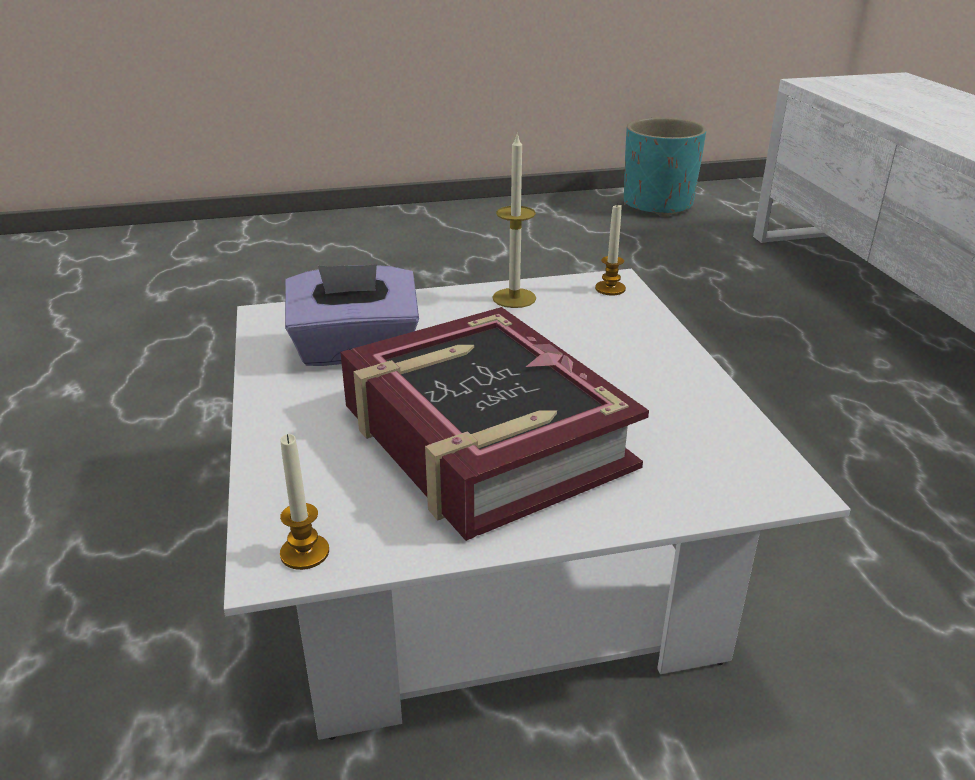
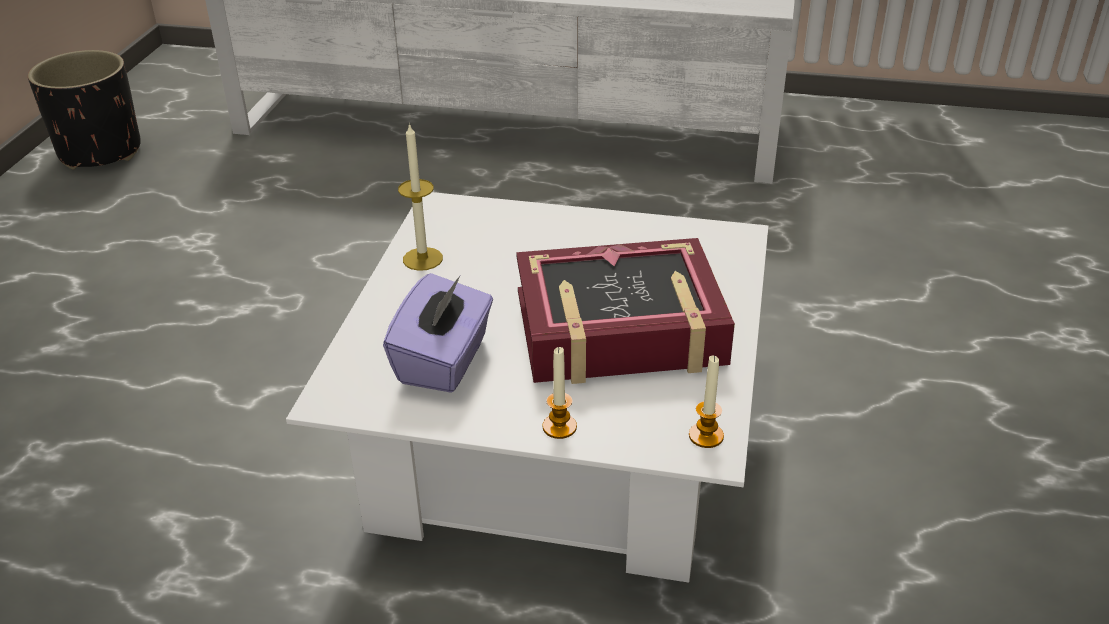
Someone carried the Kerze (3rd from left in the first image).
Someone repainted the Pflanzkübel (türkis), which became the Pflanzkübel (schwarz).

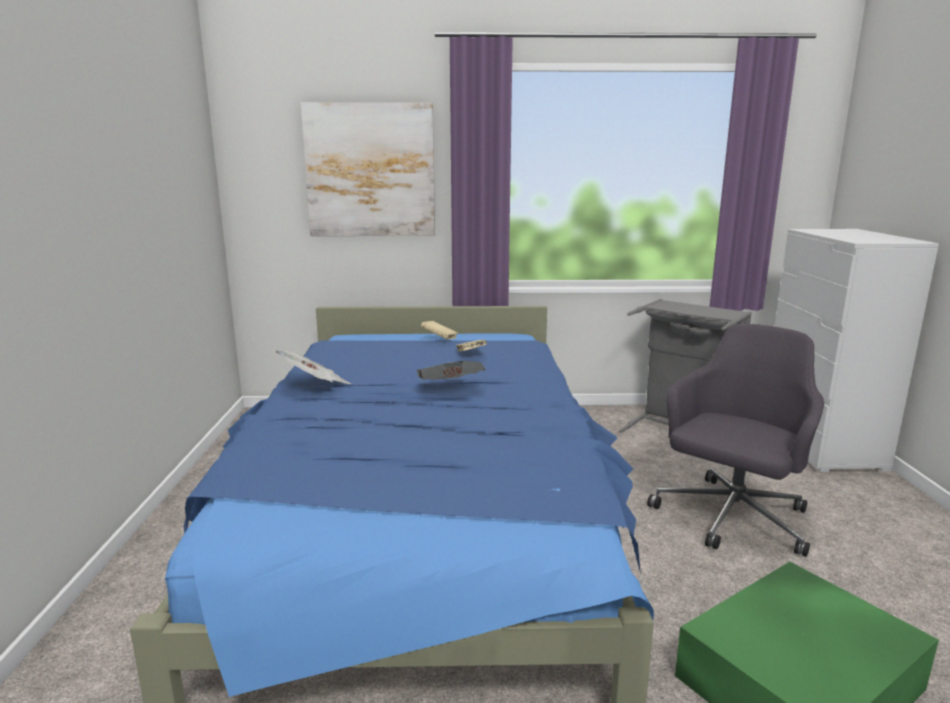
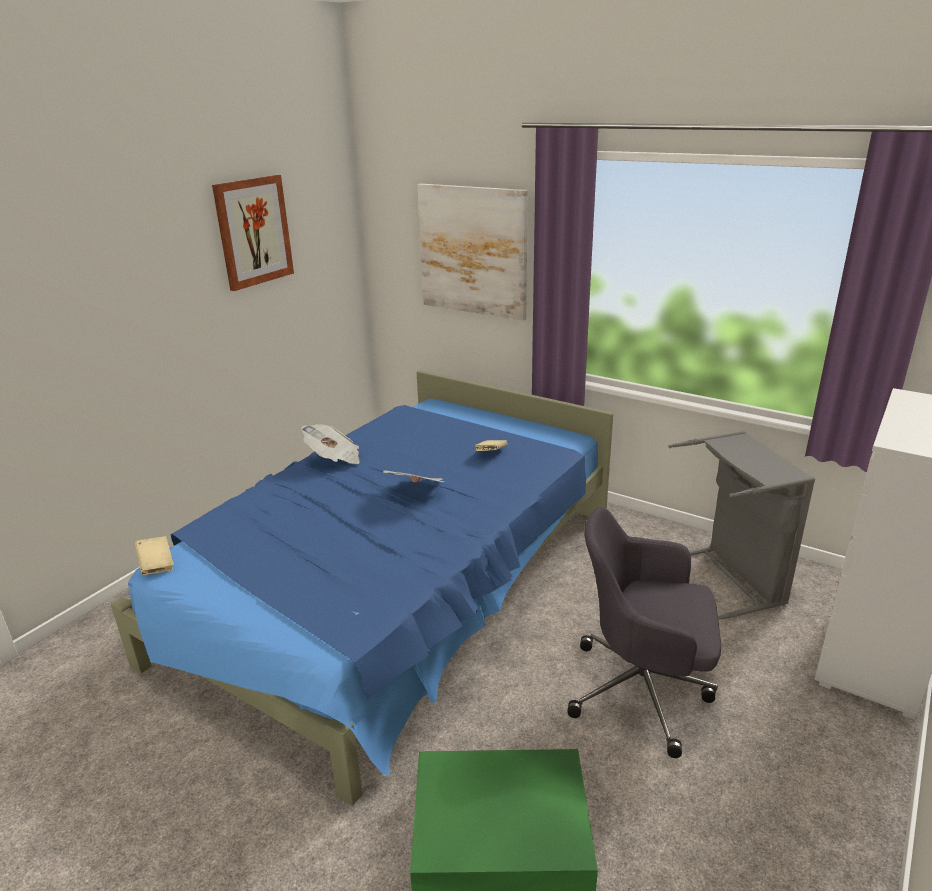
Someone carried the Buch (beige) (1st from left).
Someone rotated the Bürostuhl (grau) by 150 degrees counterclockwise.
Someone put up the Bild (1st from left).

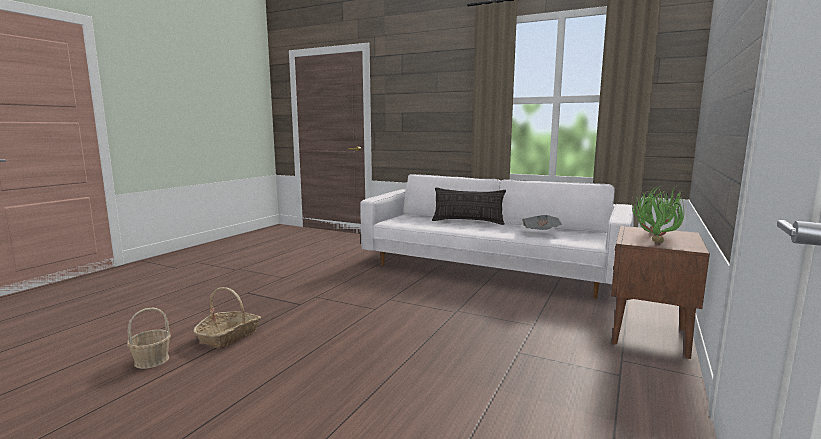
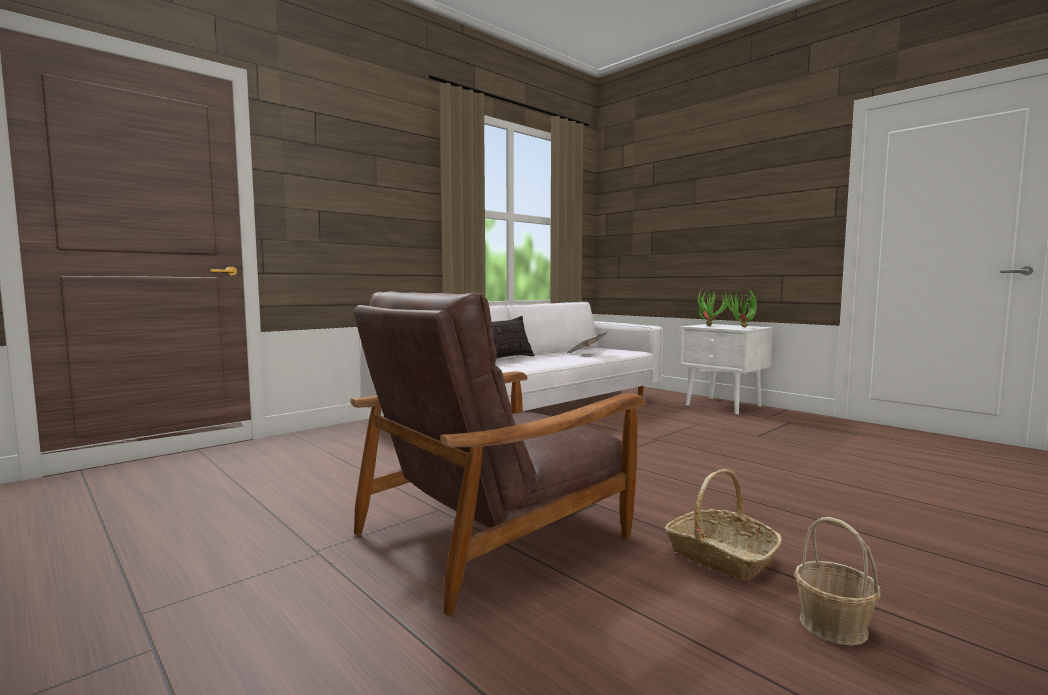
Someone repainted the Nachttisch (braun), which became the Nachttisch (weiß).
Someone put down the Sessel (braun).

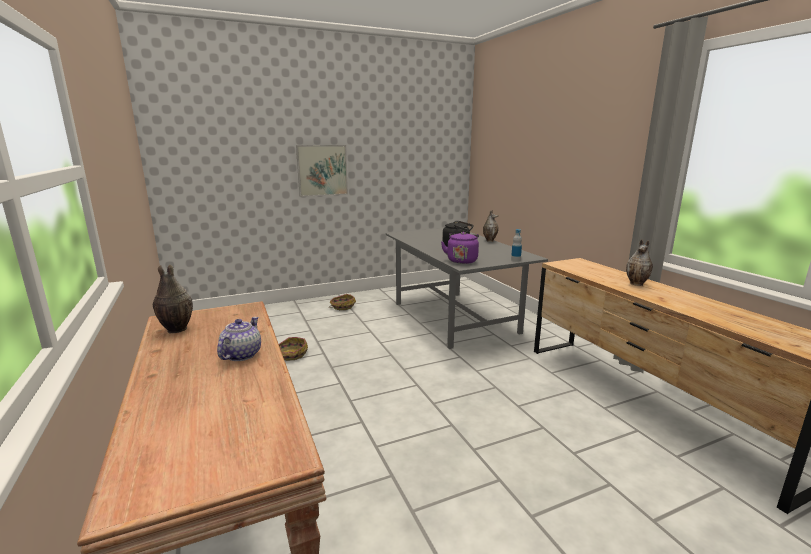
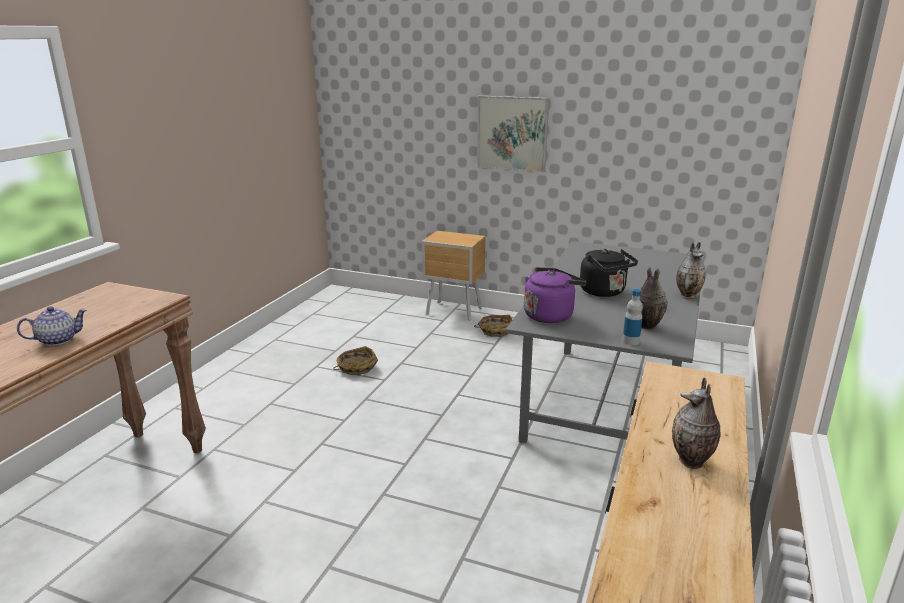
Someone carried the Vase (1st from left).
Someone put down the Nachttisch (braun).

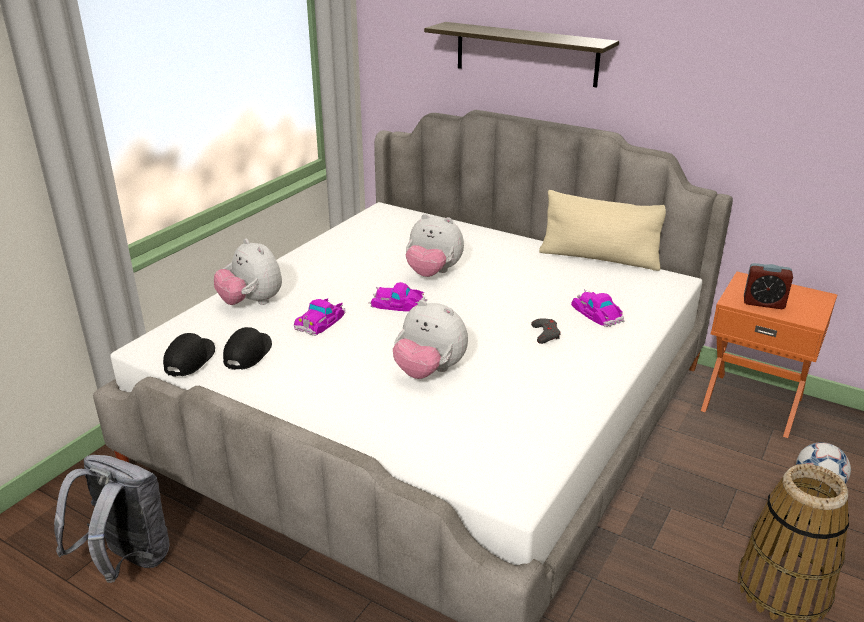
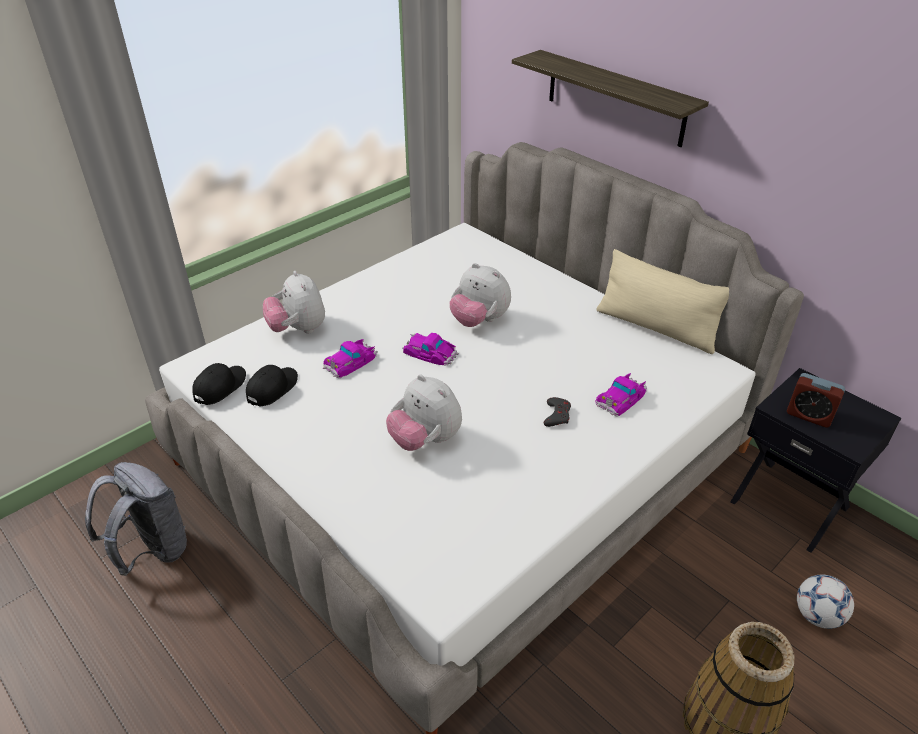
Someone rotated the Spielzeugauto (3rd from left) by 120 degrees counterclockwise.
Someone repainted the Nachttisch (orange), which became the Nachttisch (schwarz).

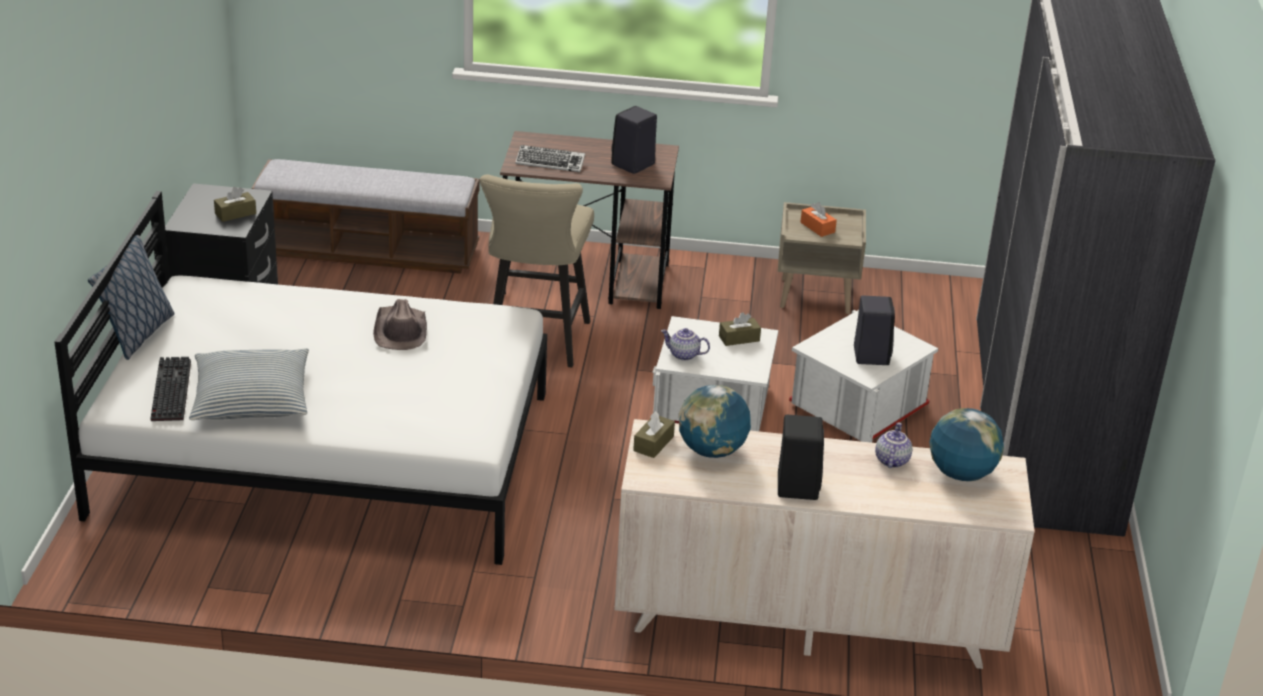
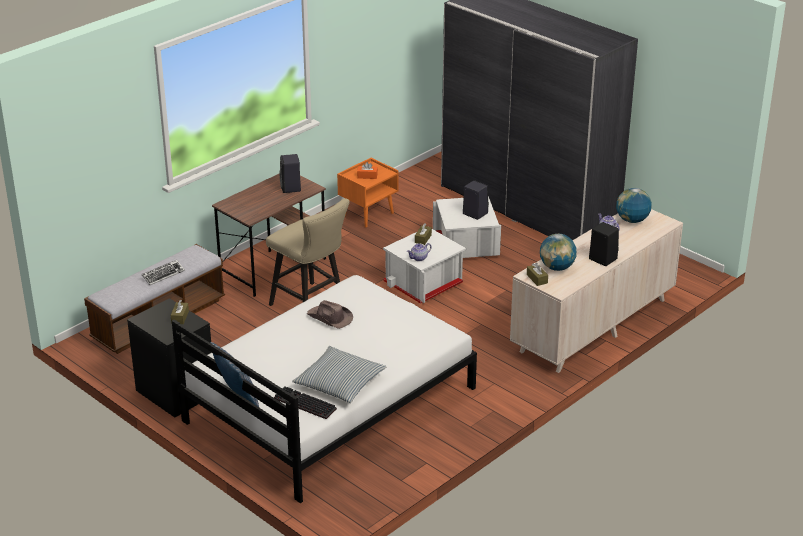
Someone carried the Tastatur (2nd from left in the first image).
Someone repainted the Nachttisch (beige), which became the Nachttisch (orange).

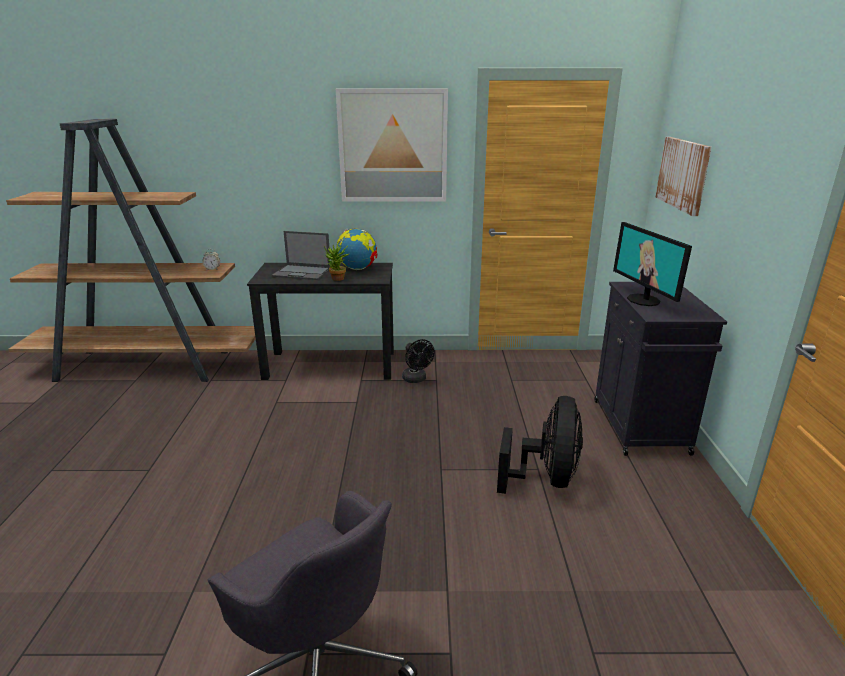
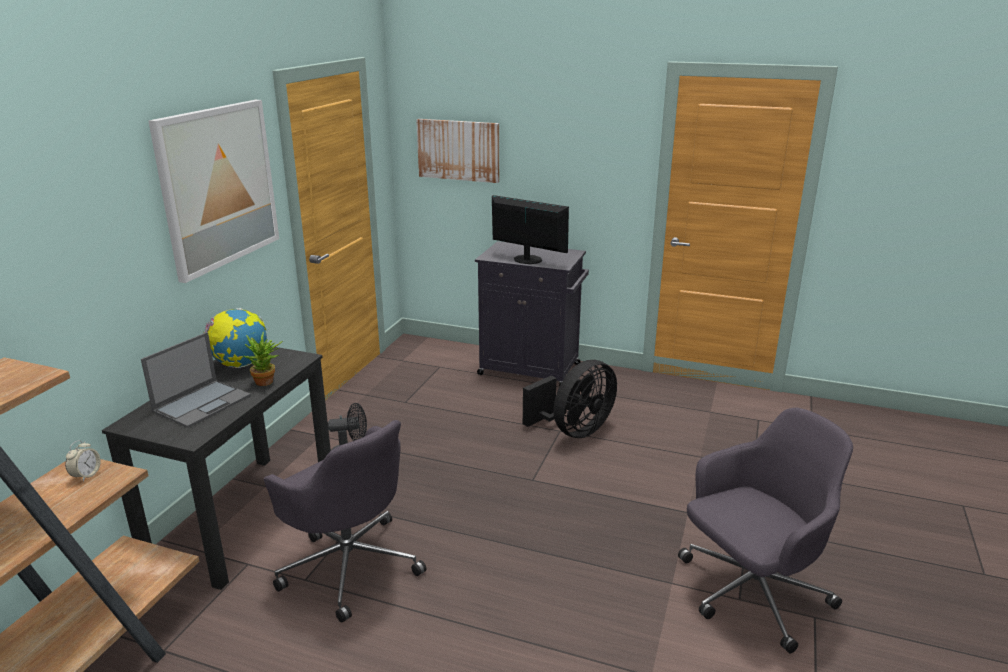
Someone rotated the Ventilator (schwarz) (2nd from left) by 105 degrees clockwise.
Someone rotated the Monitor by 150 degrees counterclockwise.
Someone put down the Bürostuhl (grau) (1st from left).

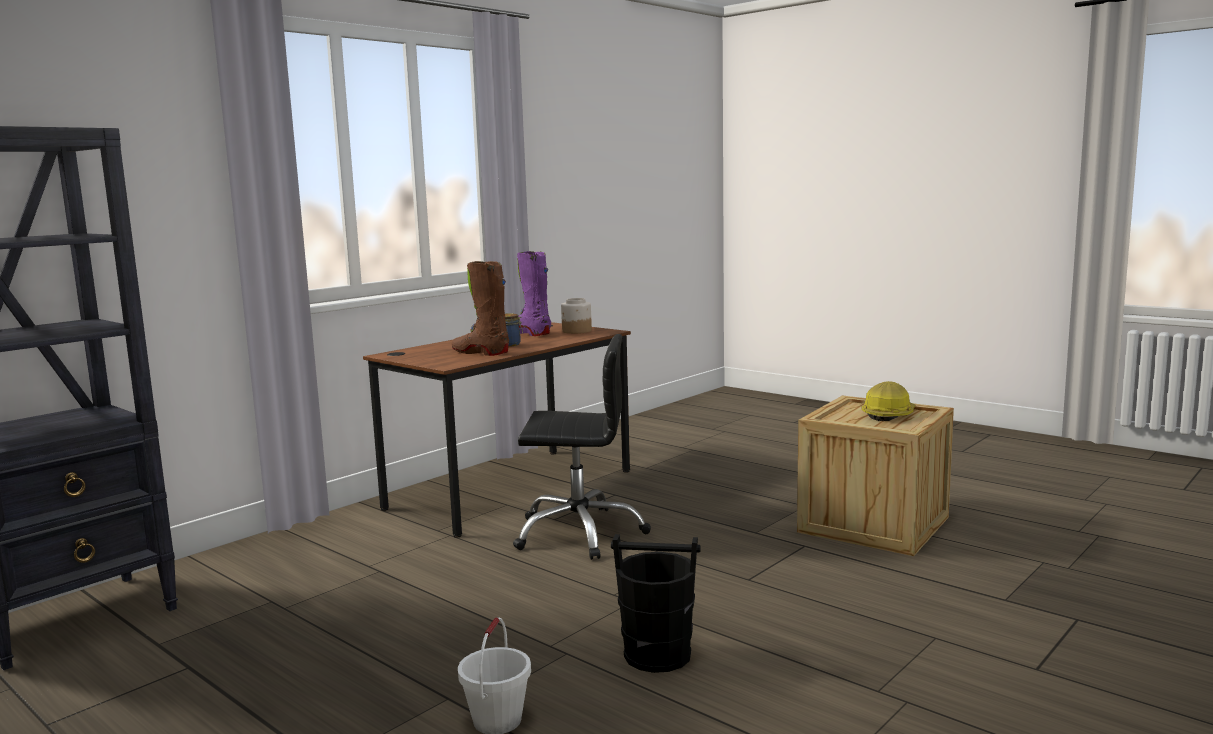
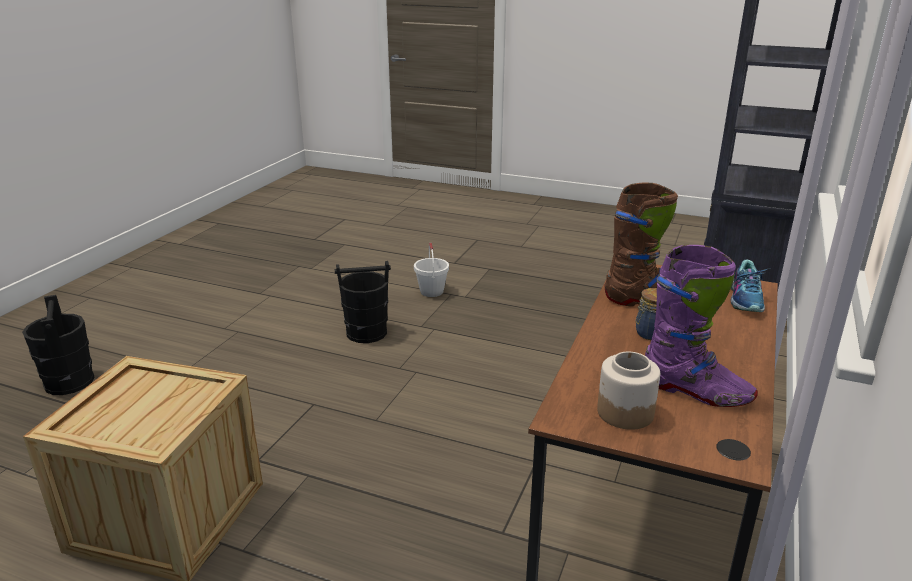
Someone took away the Bürostuhl (schwarz).
Someone took away the Schutzhelm.
Someone put down the Eimer (schwarz) (1st from left).
Someone put down the Schuh.

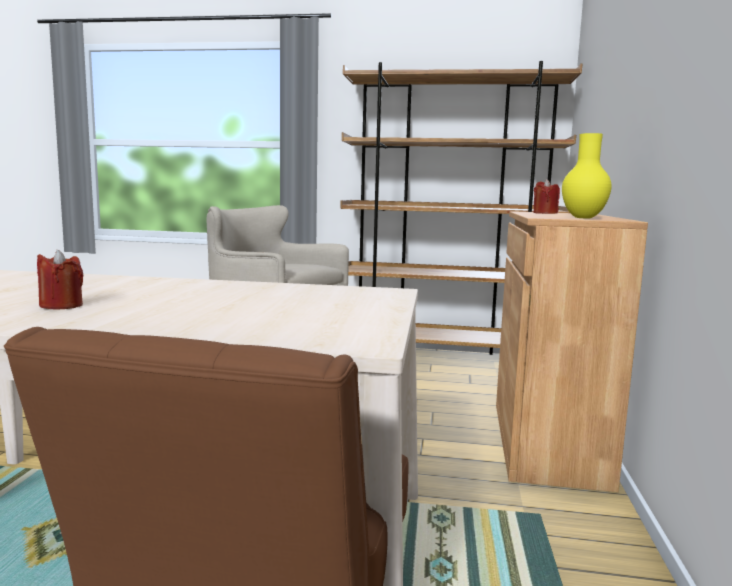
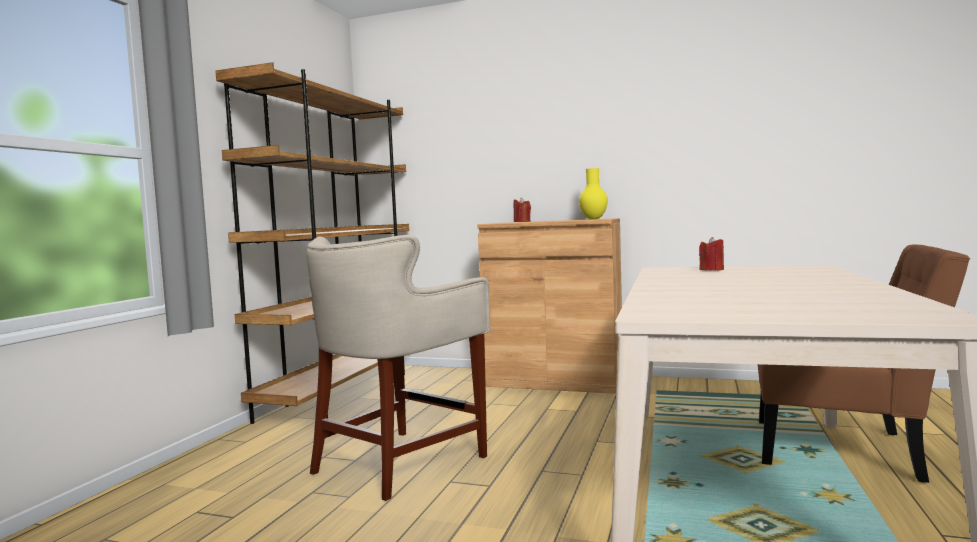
Someone carried the Kerze (rot) (1st from left in the first image).

